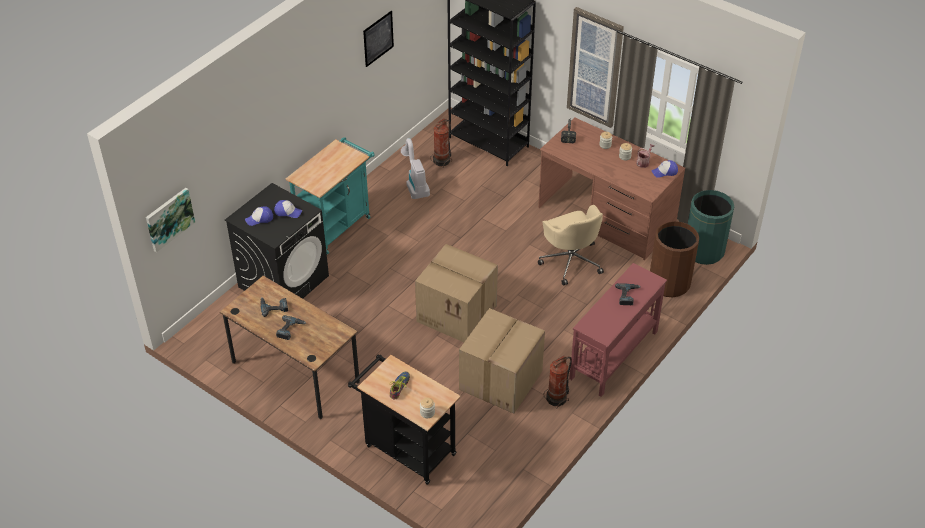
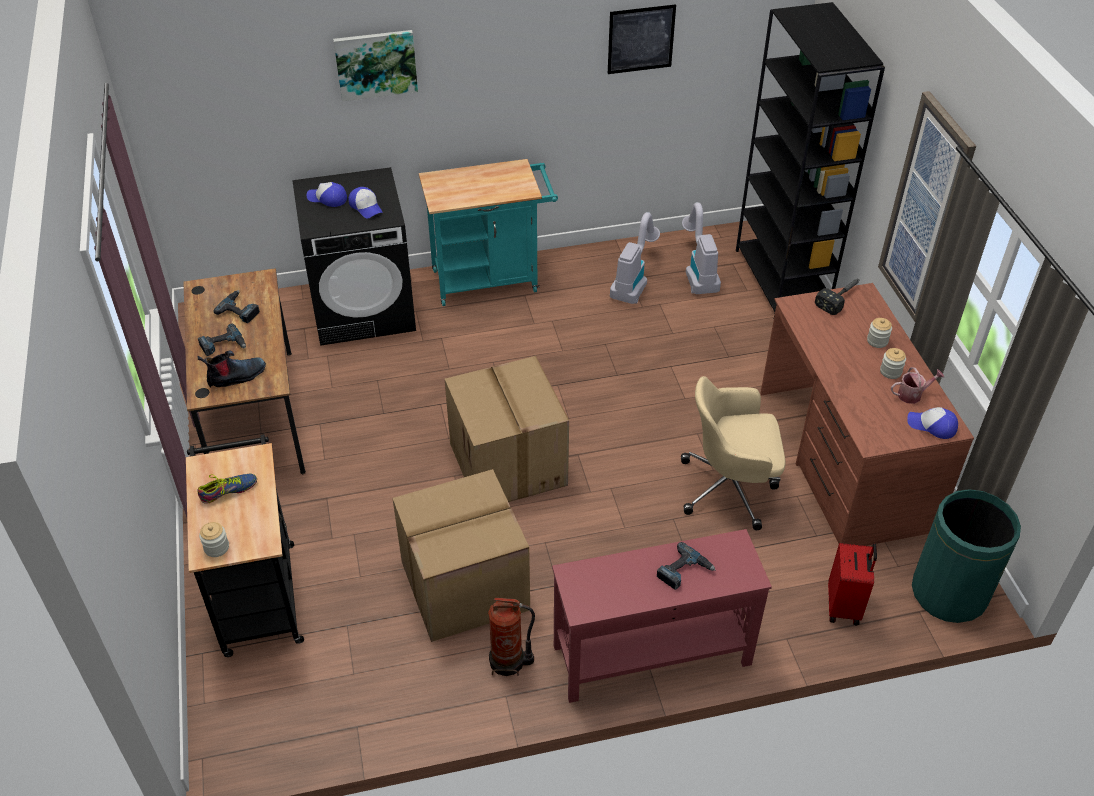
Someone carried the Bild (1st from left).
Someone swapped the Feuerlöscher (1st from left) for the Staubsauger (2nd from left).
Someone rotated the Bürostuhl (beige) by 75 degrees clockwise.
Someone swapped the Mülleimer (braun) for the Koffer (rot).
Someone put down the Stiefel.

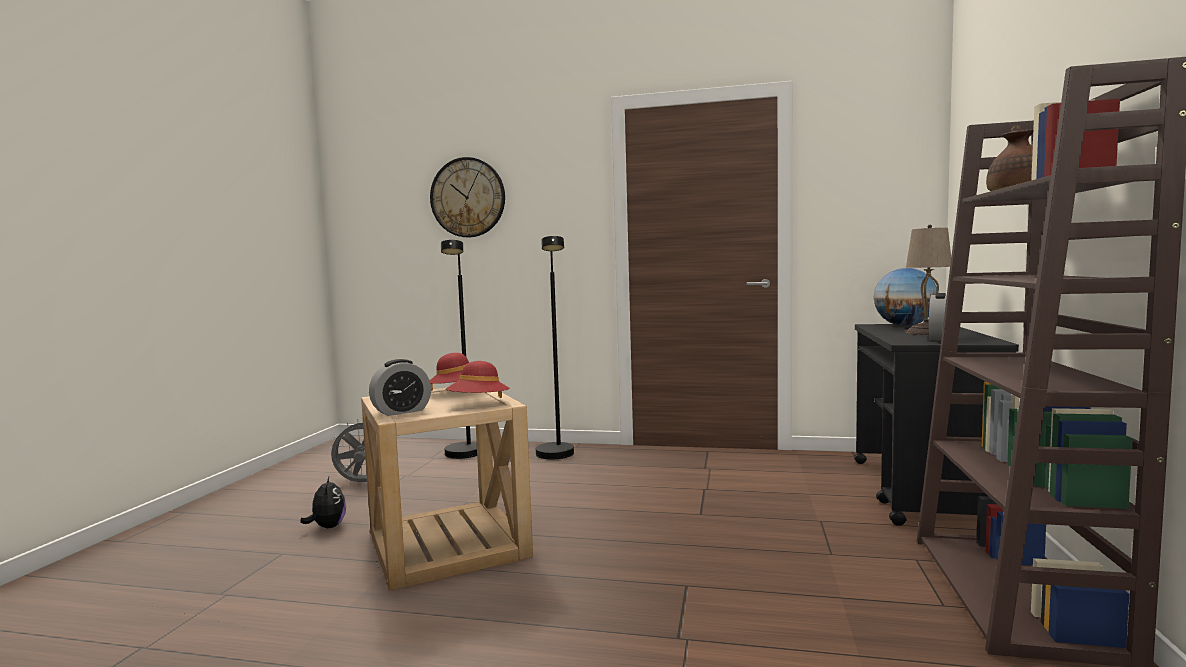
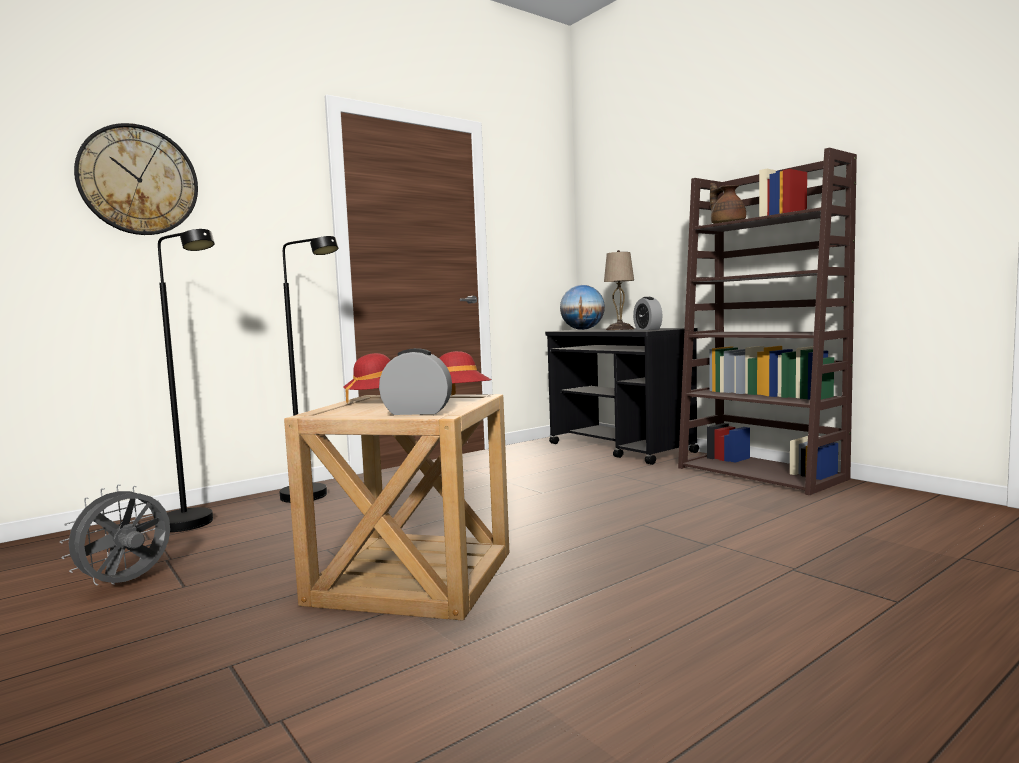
Someone took away the Plüschtier.
Someone rotated the Wecker (1st from left) by 90 degrees counterclockwise.

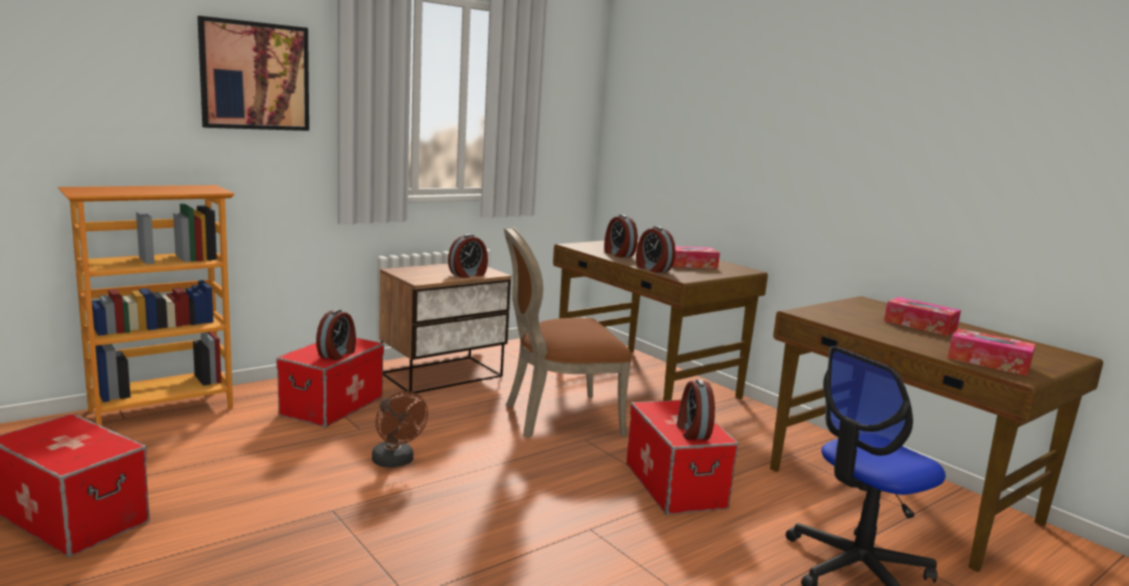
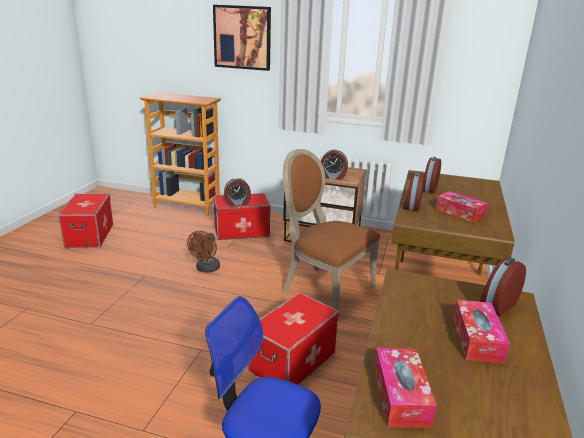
Someone carried the Wecker (5th from left).

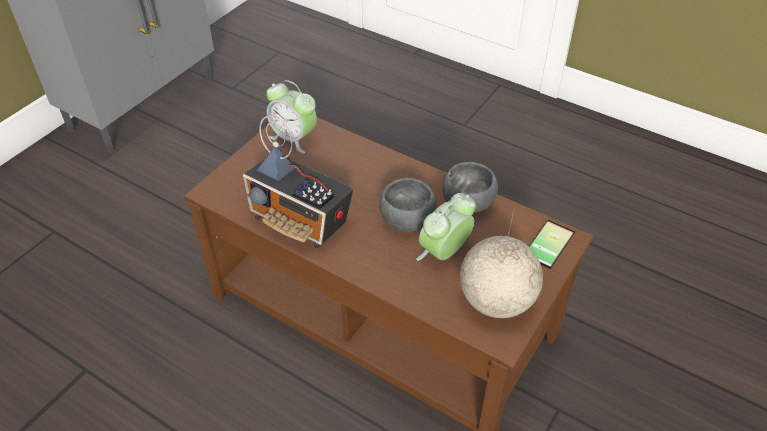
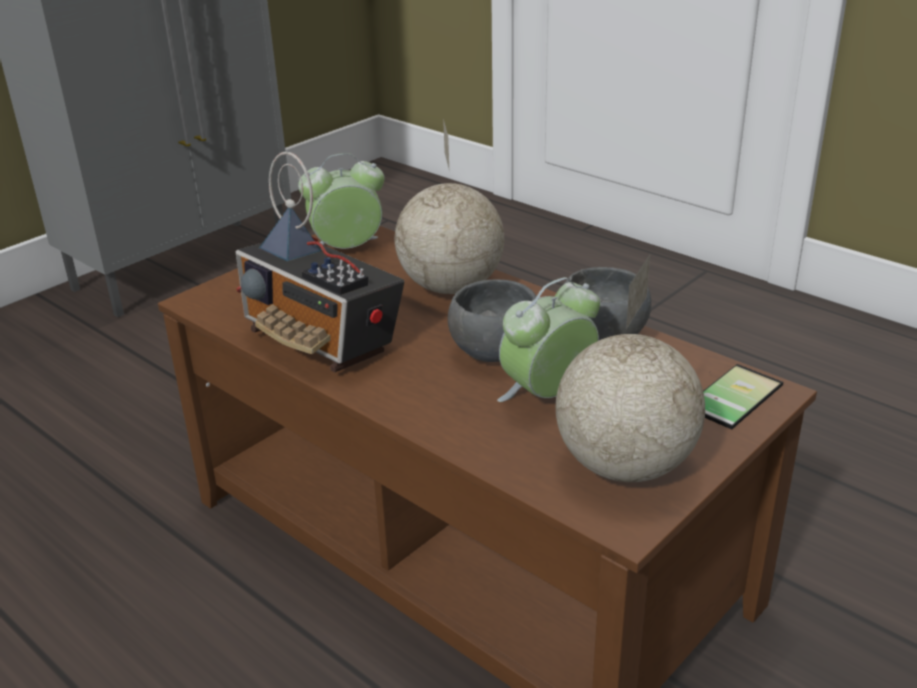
Someone rotated the Wecker (1st from left) by 120 degrees clockwise.
Someone put down the Globus (1st from left).

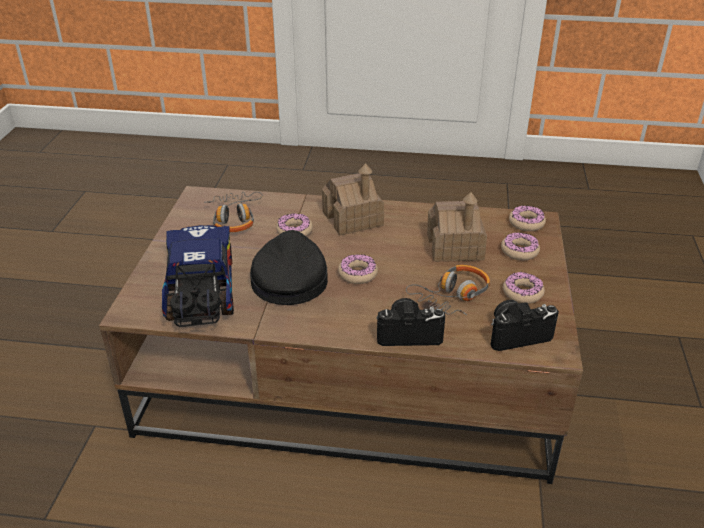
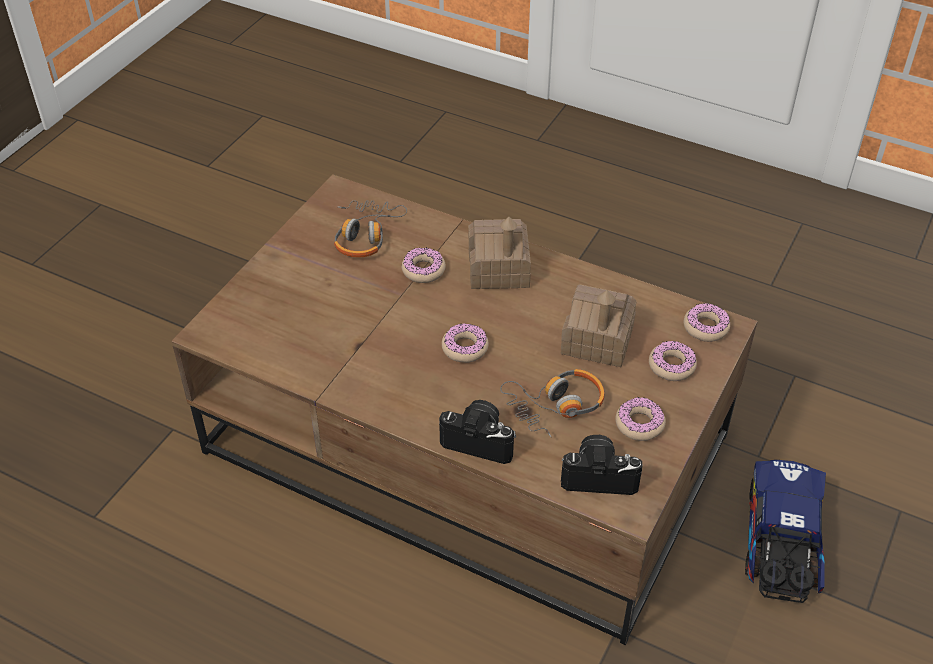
Someone carried the Spielzeuglaster.
Someone took away the Kappe (schwarz).

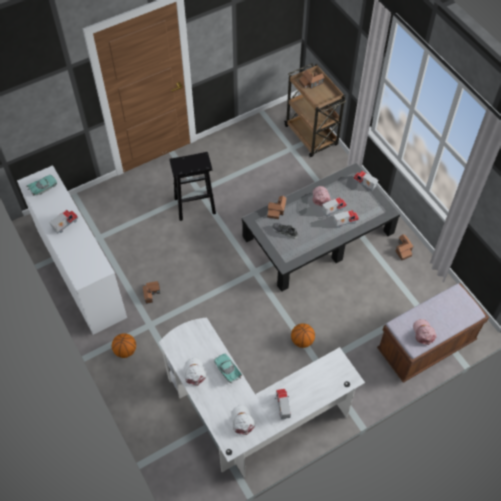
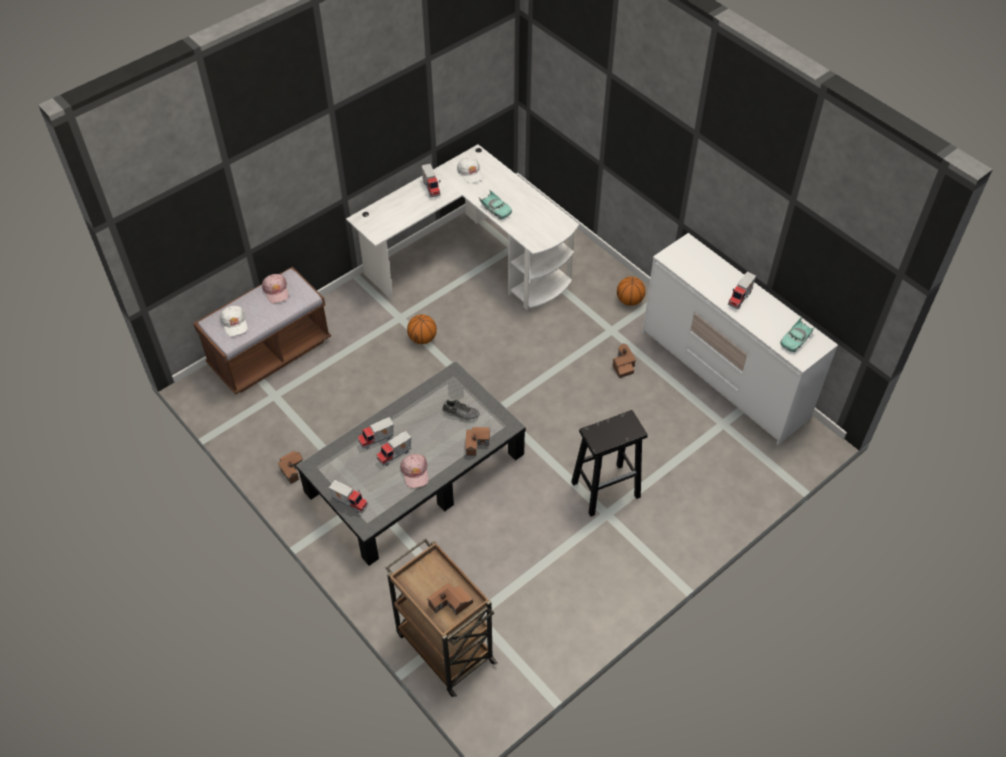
Someone carried the Kappe (weiß) (1st from left).

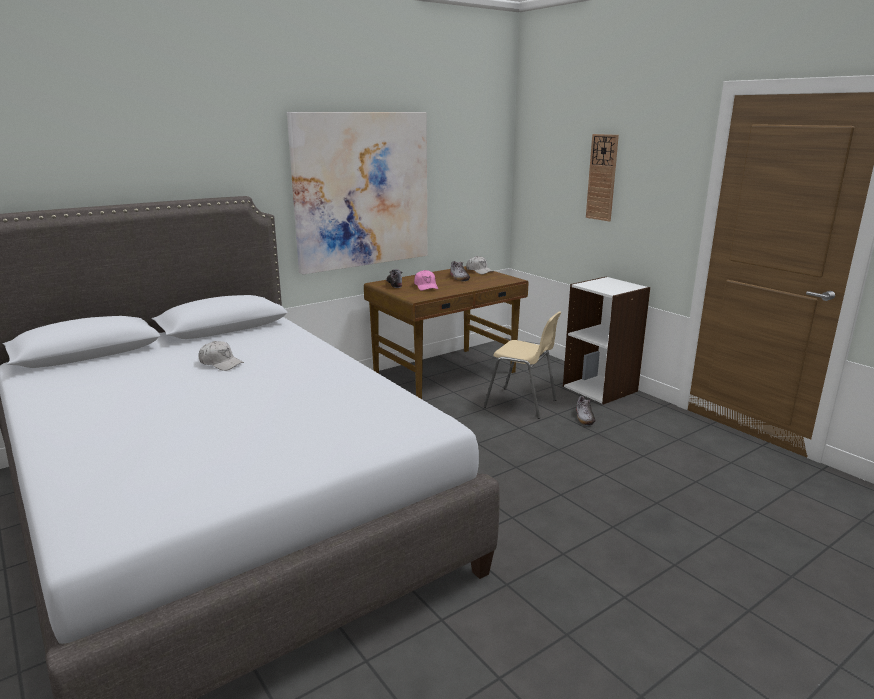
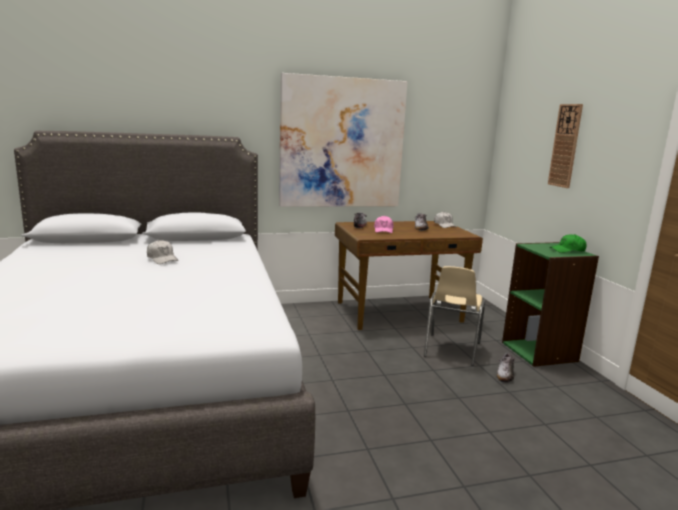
Someone rotated the Stuhl (beige) by 60 degrees clockwise.
Someone repainted the Bücherregal (weiß), which became the Bücherregal (grün).
Someone put down the Kappe (grün).

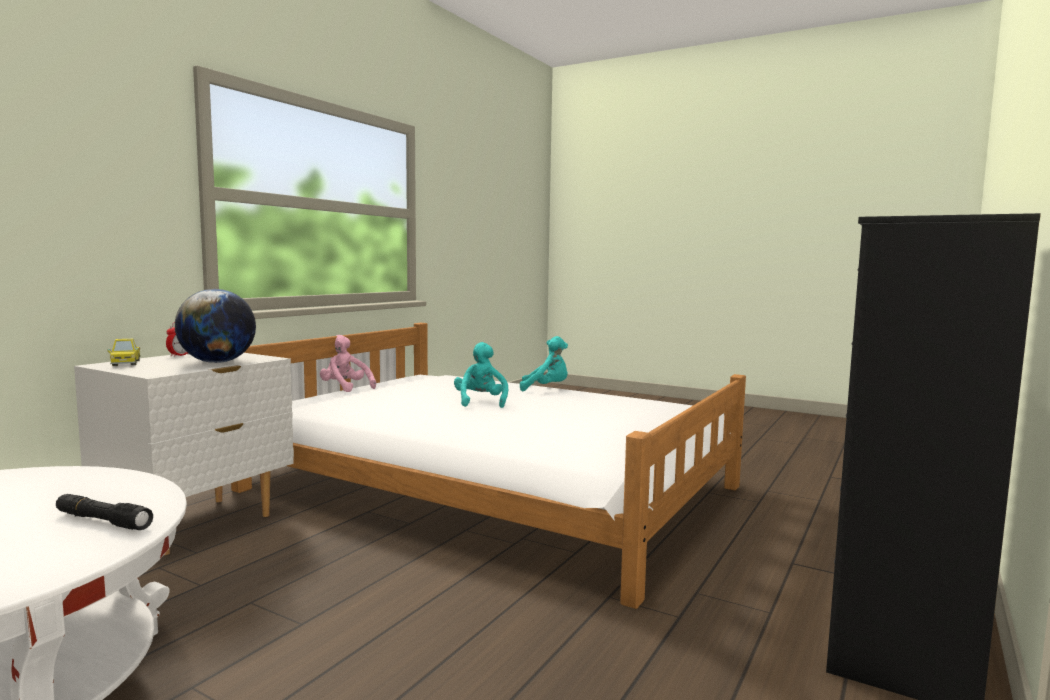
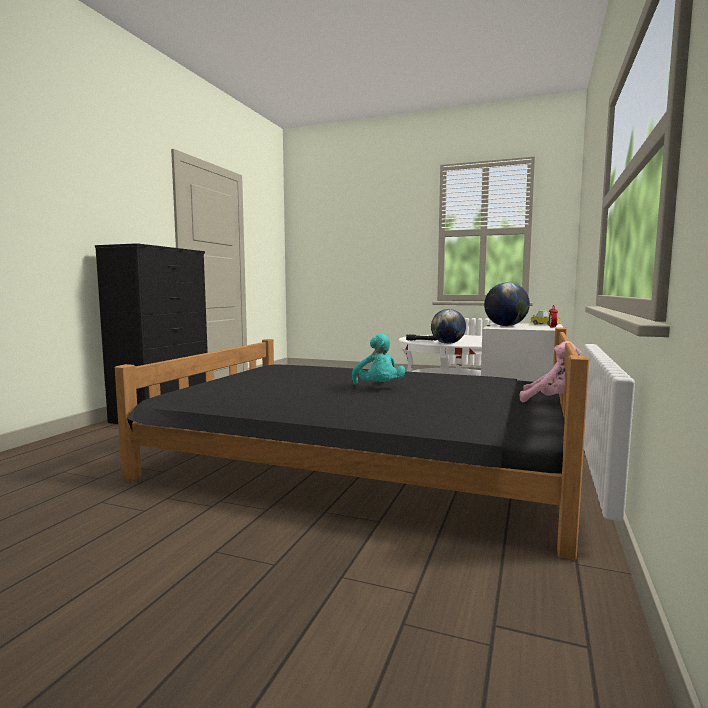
Someone repainted the Bett (weiß), which became the Bett (schwarz).
Someone took away the Plüschtier (türkis) (2nd from left).
Someone put down the Globus (1st from left).

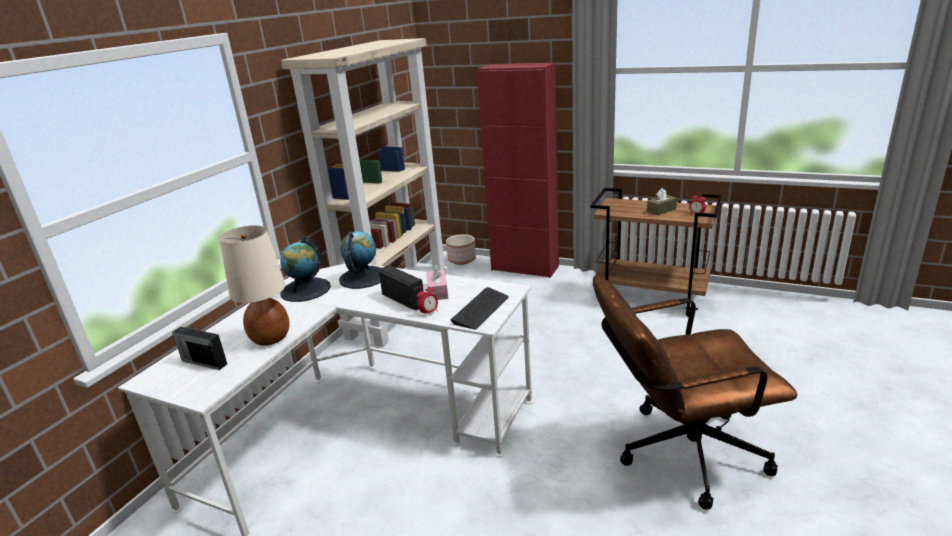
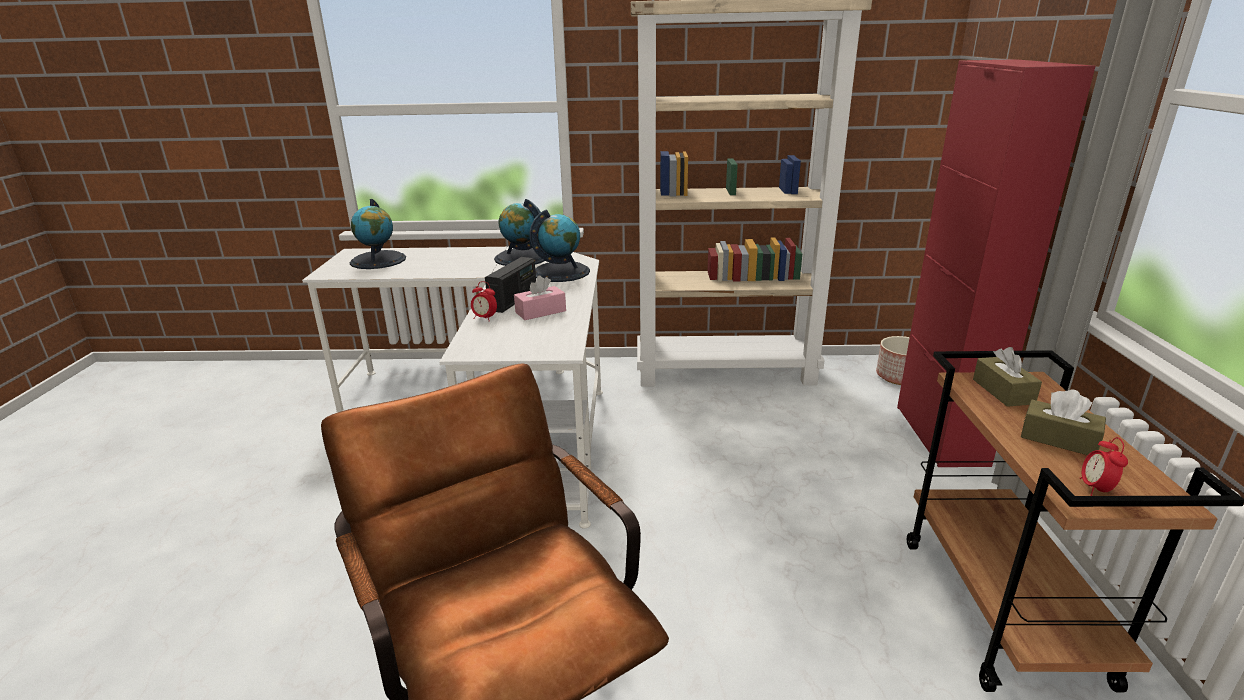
Someone swapped the Radio (1st from left) for the Globus (1st from left).
Someone took away the Tischlampe (beige).
Someone took away the Tastatur.
Someone put down the Taschentuchbox (braun) (1st from left).

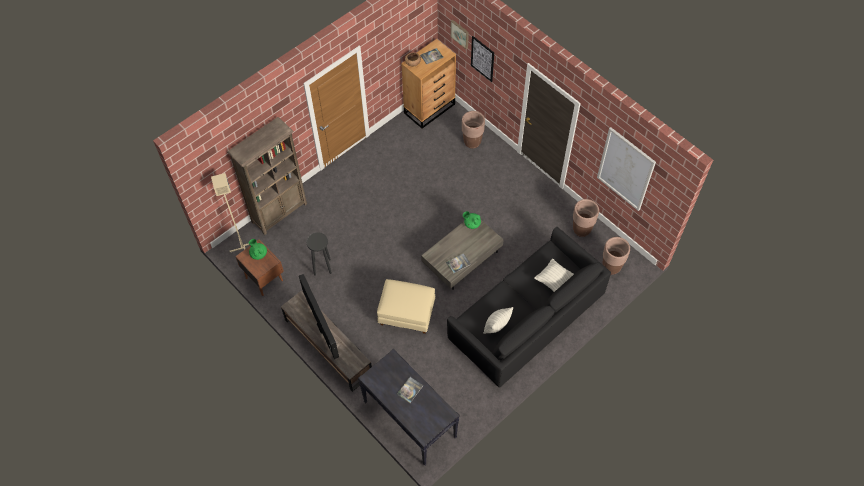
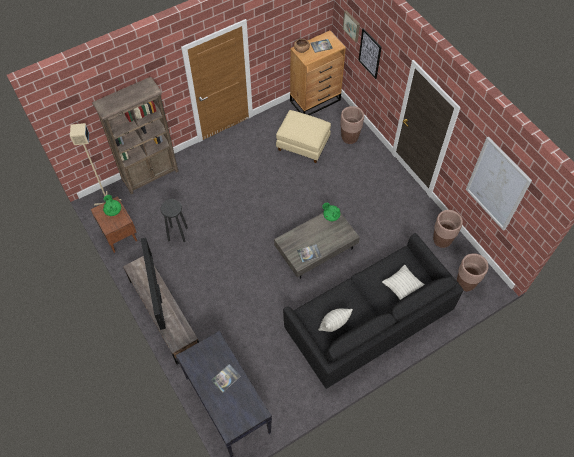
Someone carried the Polsterhocker (beige).

